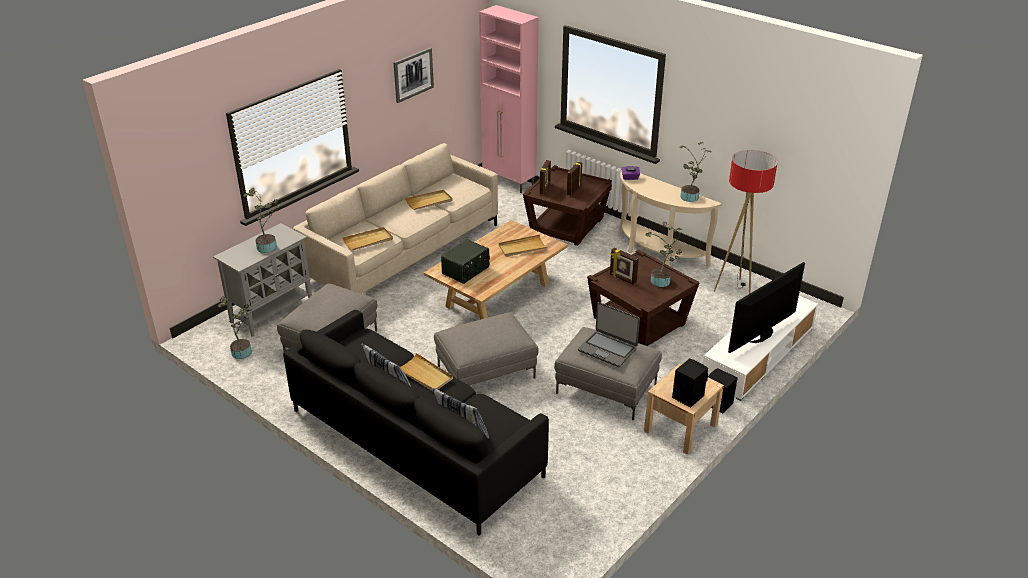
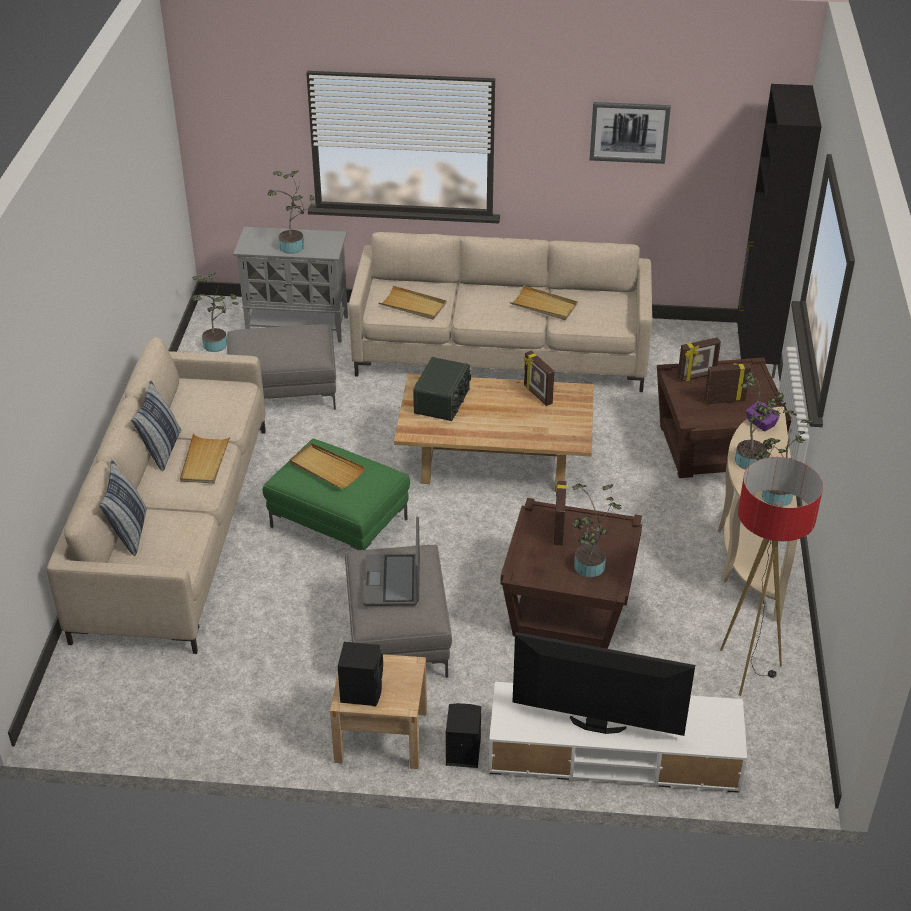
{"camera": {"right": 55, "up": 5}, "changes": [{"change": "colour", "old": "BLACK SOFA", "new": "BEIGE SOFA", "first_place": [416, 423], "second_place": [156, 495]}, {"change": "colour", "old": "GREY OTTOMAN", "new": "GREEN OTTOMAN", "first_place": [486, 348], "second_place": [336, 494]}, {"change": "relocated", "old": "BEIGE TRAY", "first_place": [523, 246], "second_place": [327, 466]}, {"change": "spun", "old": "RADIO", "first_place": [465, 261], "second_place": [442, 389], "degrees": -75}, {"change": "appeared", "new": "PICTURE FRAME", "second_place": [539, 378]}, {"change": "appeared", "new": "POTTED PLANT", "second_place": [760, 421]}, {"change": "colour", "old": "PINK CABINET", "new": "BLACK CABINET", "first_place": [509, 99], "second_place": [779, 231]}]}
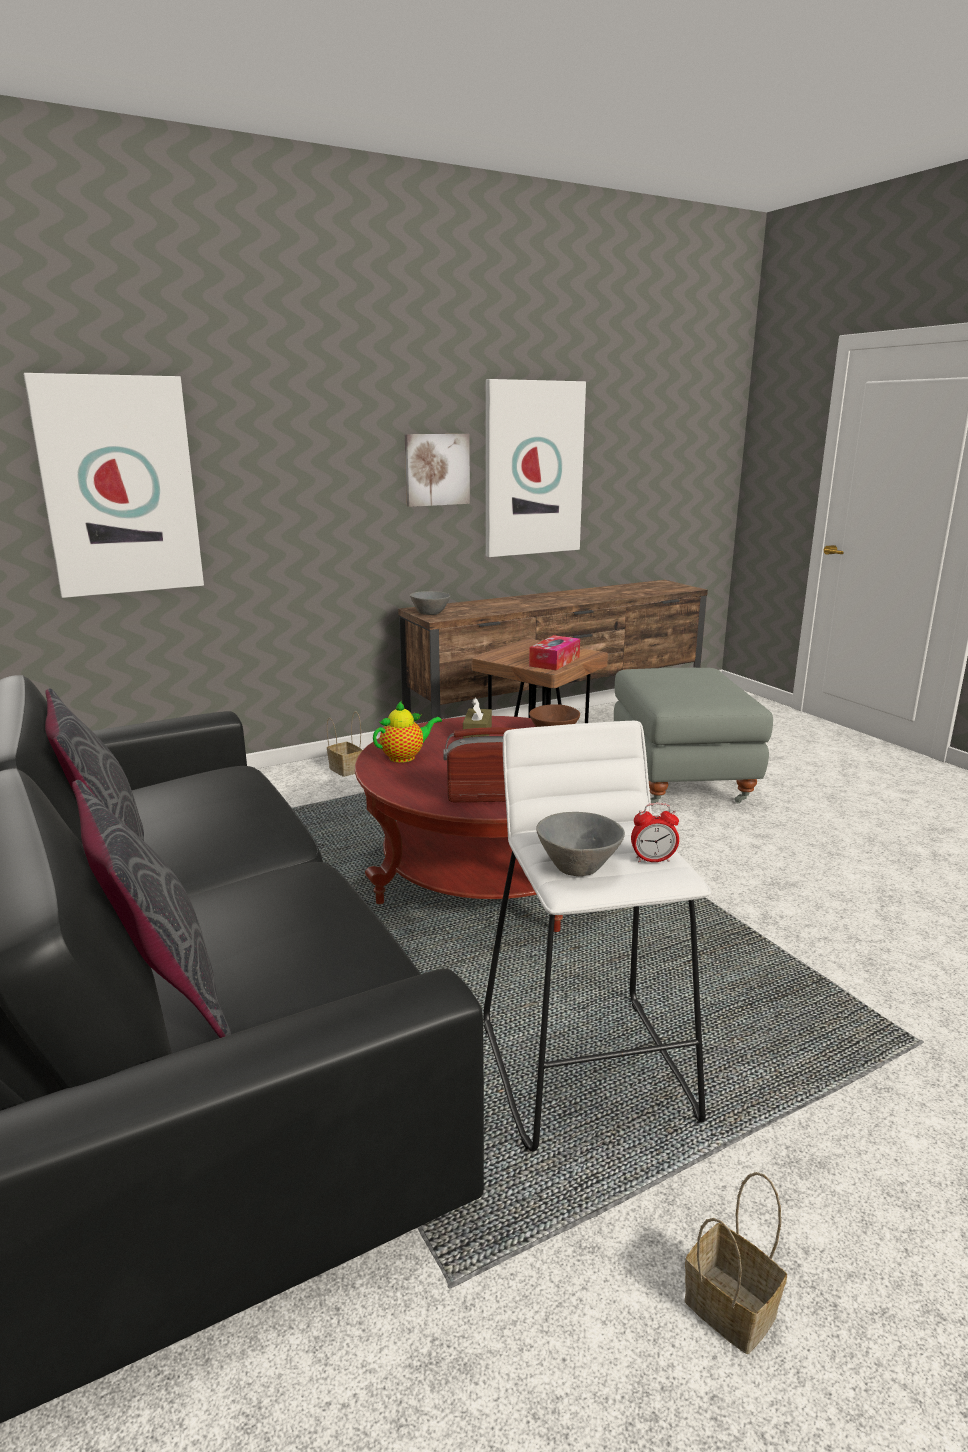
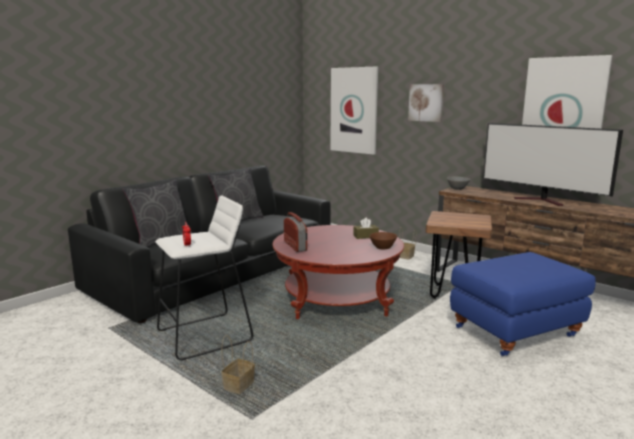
{"camera": {"right": 70, "up": -5}, "changes": [{"change": "relocated", "old": "BASKET", "first_place": [736, 1263], "second_place": [238, 364]}, {"change": "relocated", "old": "PICTURE", "first_place": [437, 470], "second_place": [426, 103]}, {"change": "colour", "old": "GREY OTTOMAN", "new": "BLUE OTTOMAN", "first_place": [693, 737], "second_place": [523, 304]}, {"change": "appeared", "new": "TELEVISION", "second_place": [553, 164]}, {"change": "missing", "old": "TEAPOT", "first_place": [407, 732]}, {"change": "missing", "old": "TISSUE BOX", "first_place": [554, 652]}, {"change": "missing", "old": "GREY BOWL", "first_place": [580, 844]}]}
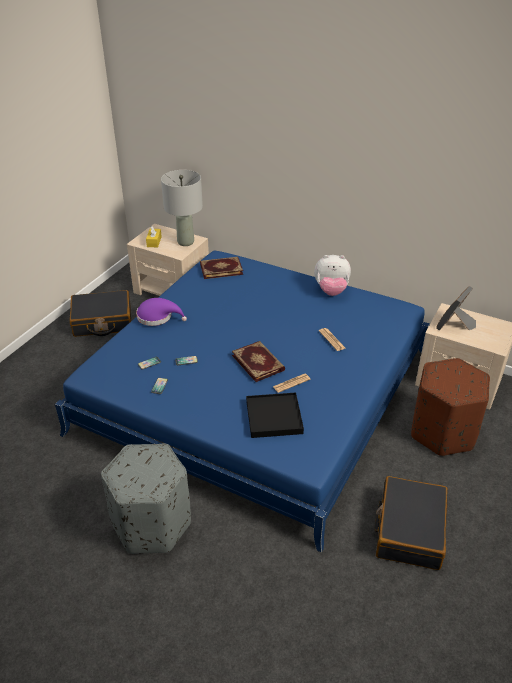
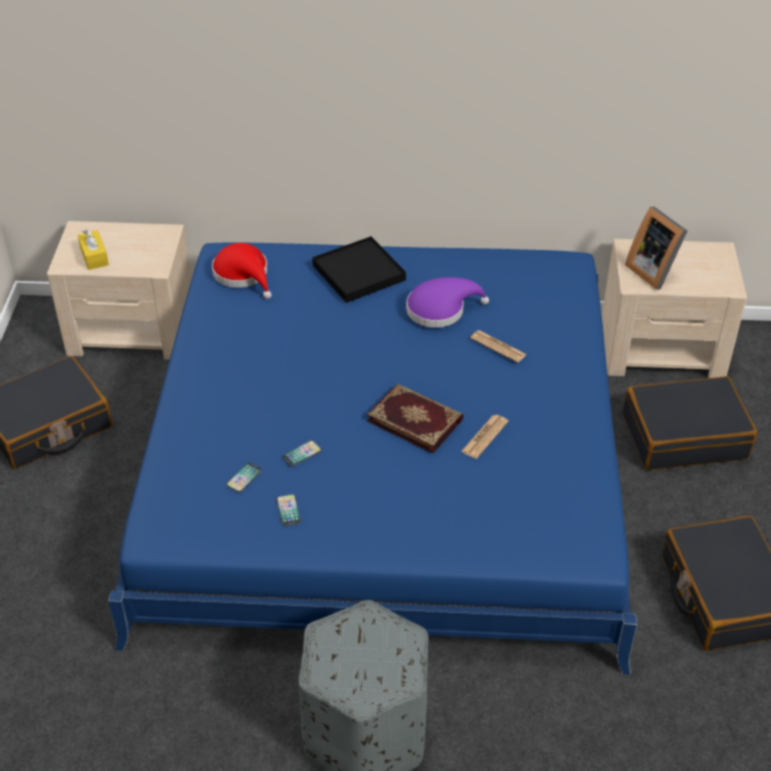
{"camera": {"right": -25, "up": 5}, "changes": [{"change": "exchanged", "old": "BOOK", "new": "RED HAT", "first_place": [221, 268], "second_place": [242, 271]}, {"change": "relocated", "old": "BLACK TRAY", "first_place": [275, 415], "second_place": [359, 269]}, {"change": "relocated", "old": "PURPLE HAT", "first_place": [161, 312], "second_place": [447, 302]}, {"change": "exchanged", "old": "BROWN OTTOMAN", "new": "BLACK SUITCASE", "first_place": [450, 407], "second_place": [690, 423]}, {"change": "spun", "old": "PICTURE FRAME", "first_place": [456, 308], "second_place": [656, 248], "degrees": -45}, {"change": "missing", "old": "GREY TABLE LAMP", "first_place": [182, 208]}, {"change": "missing", "old": "PLUSH TOY", "first_place": [332, 275]}]}
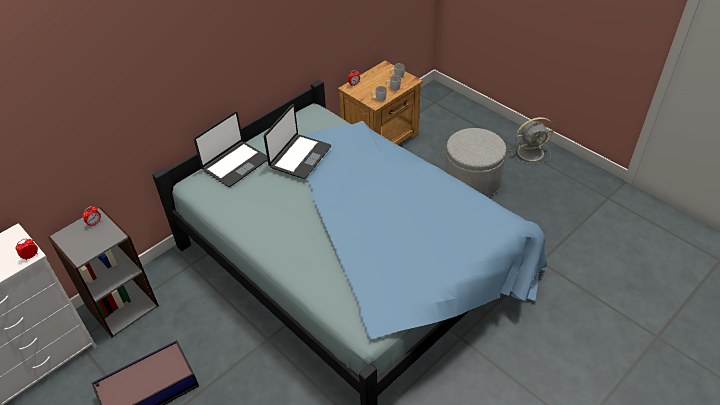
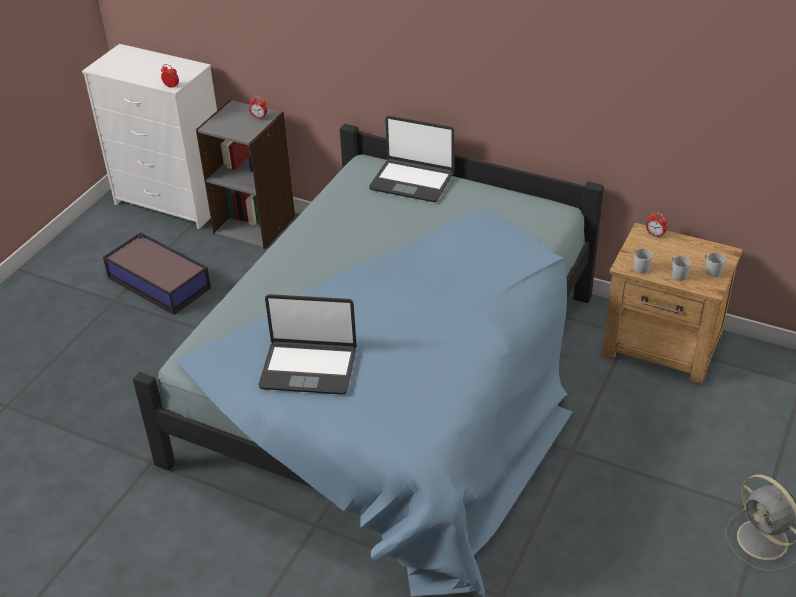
{"camera": {"right": 70, "up": -5}, "changes": [{"change": "relocated", "old": "LAPTOP", "first_place": [297, 141], "second_place": [307, 344]}, {"change": "missing", "old": "GREY OTTOMAN", "first_place": [475, 162]}]}
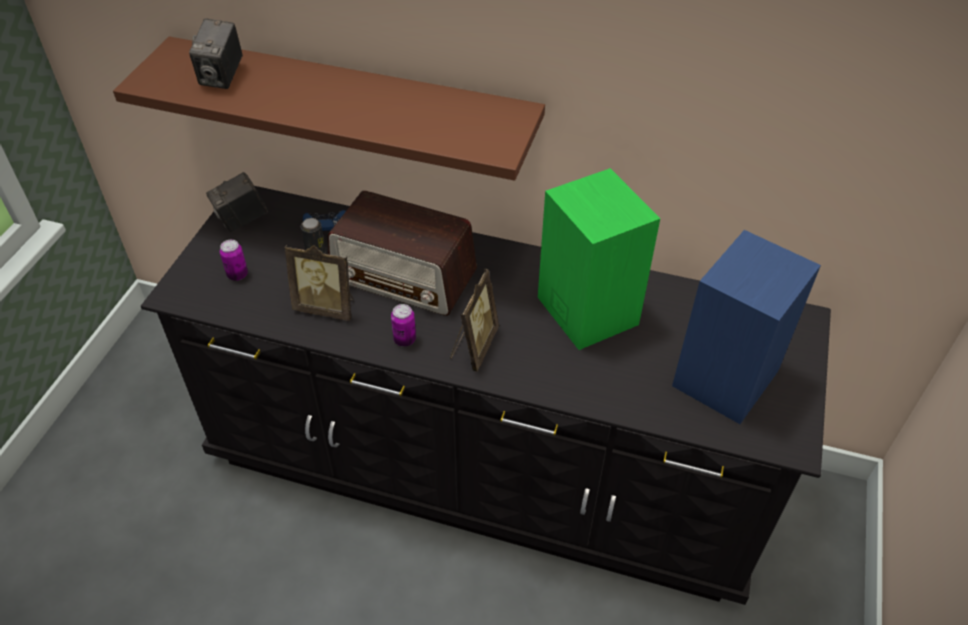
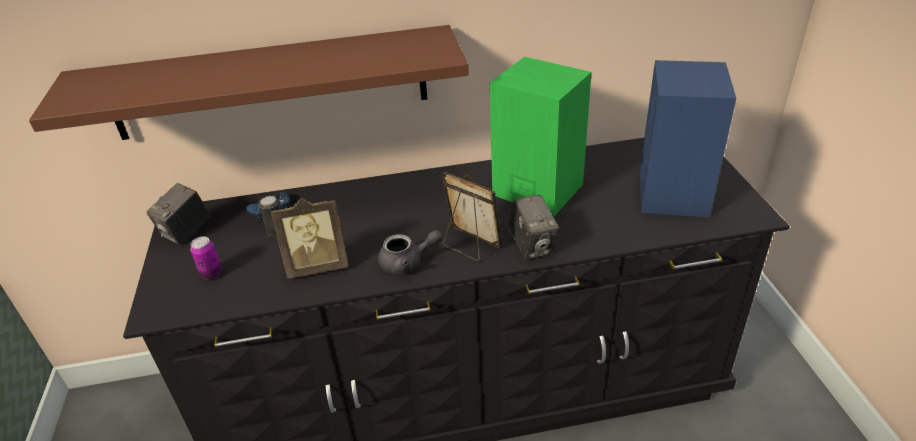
{"camera": {"right": -25, "up": -10}, "changes": [{"change": "exchanged", "old": "CAN", "new": "GREY TEAPOT", "first_place": [403, 325], "second_place": [410, 252]}, {"change": "spun", "old": "PICTURE FRAME", "first_place": [474, 320], "second_place": [472, 216], "degrees": -45}, {"change": "relocated", "old": "PHOTO CAMERA", "first_place": [216, 53], "second_place": [533, 227]}, {"change": "missing", "old": "RADIO", "first_place": [402, 253]}]}
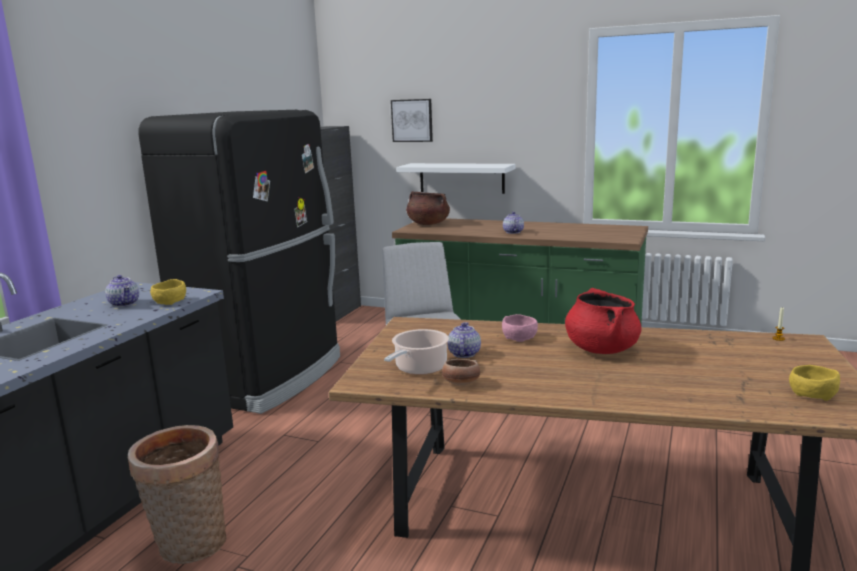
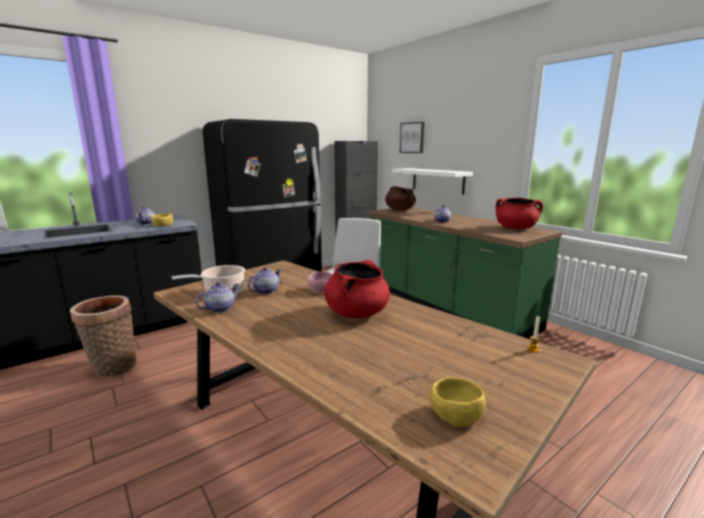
{"camera": {"right": 30, "up": 0}, "changes": [{"change": "exchanged", "old": "BOWL", "new": "TEAPOT", "first_place": [461, 372], "second_place": [217, 297]}, {"change": "appeared", "new": "RED COOKING POT", "second_place": [519, 213]}]}
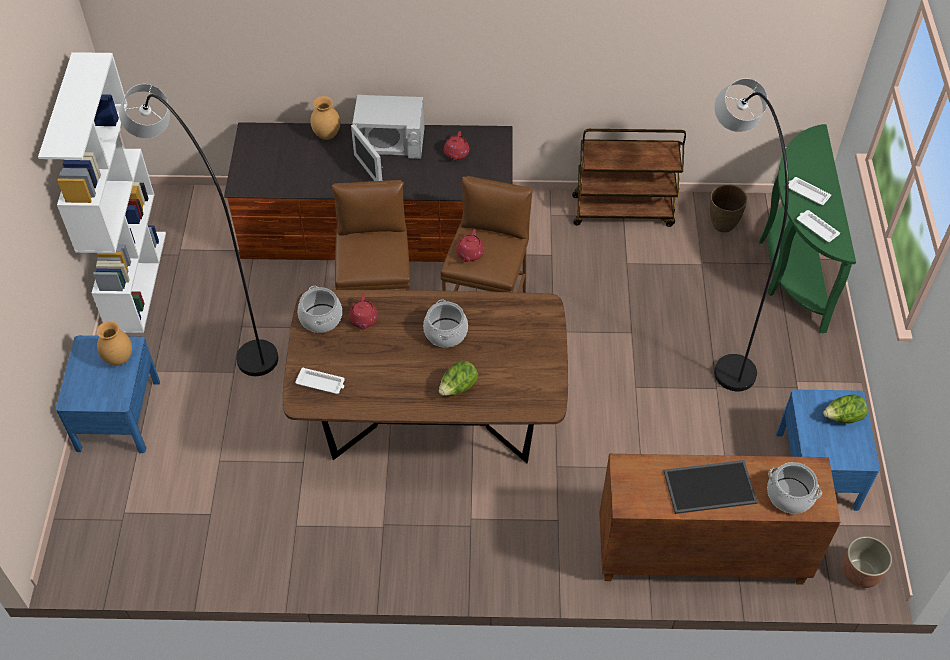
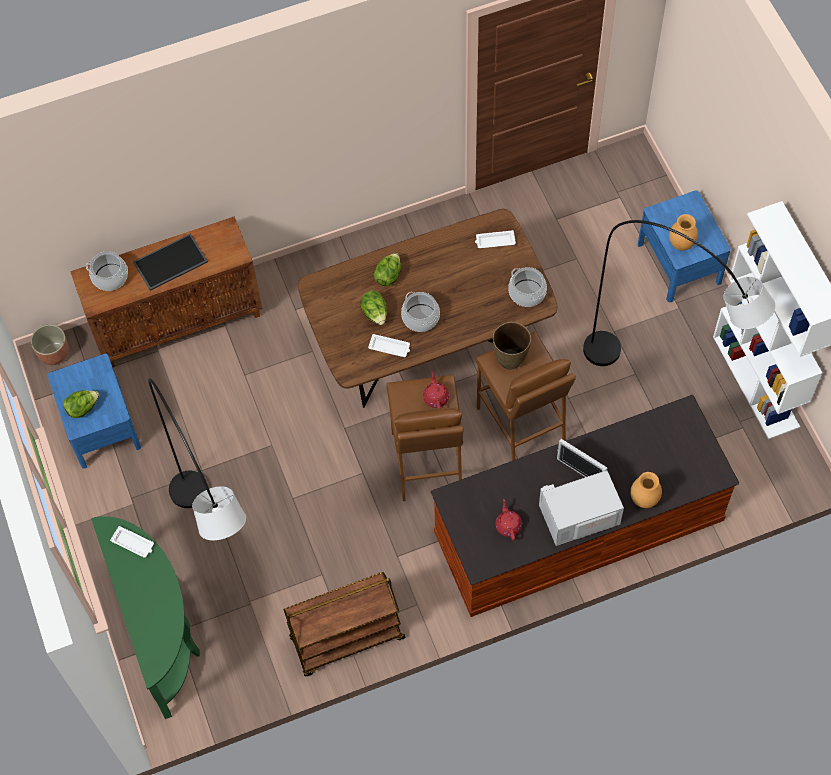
{"camera": {"right": 160, "up": 10}, "changes": [{"change": "appeared", "new": "LETTUCE", "second_place": [373, 307]}, {"change": "relocated", "old": "WHITE TRAY", "first_place": [810, 191], "second_place": [389, 345]}, {"change": "relocated", "old": "BROWN VASE", "first_place": [728, 209], "second_place": [512, 346]}, {"change": "missing", "old": "RED TEAPOT", "first_place": [363, 312]}]}
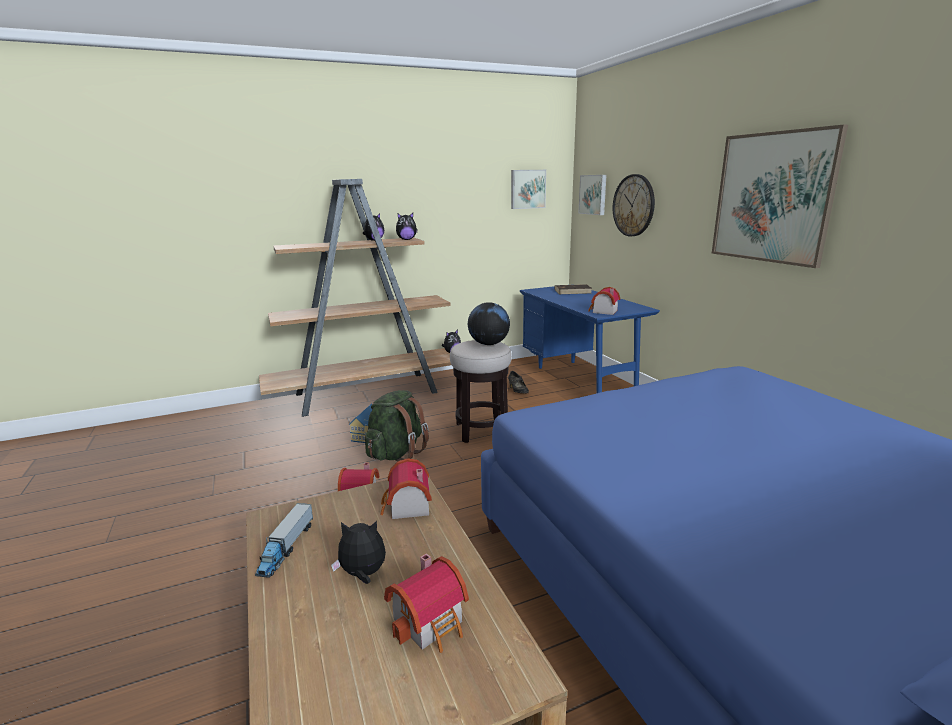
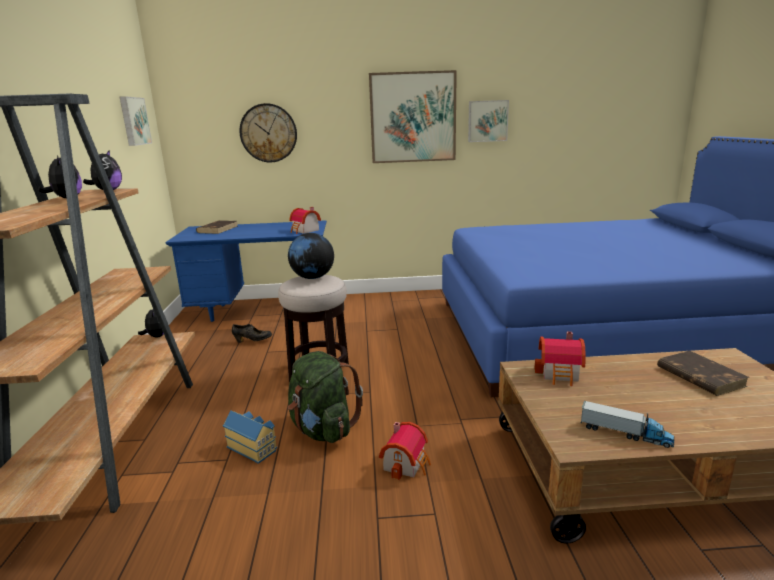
{"camera": {"right": -70, "up": 0}, "changes": [{"change": "relocated", "old": "PICTURE", "first_place": [592, 195], "second_place": [488, 121]}, {"change": "exchanged", "old": "TOY HOUSE", "new": "BROWN BOOK", "first_place": [426, 603], "second_place": [703, 373]}, {"change": "missing", "old": "PLUSH TOY", "first_place": [358, 552]}]}
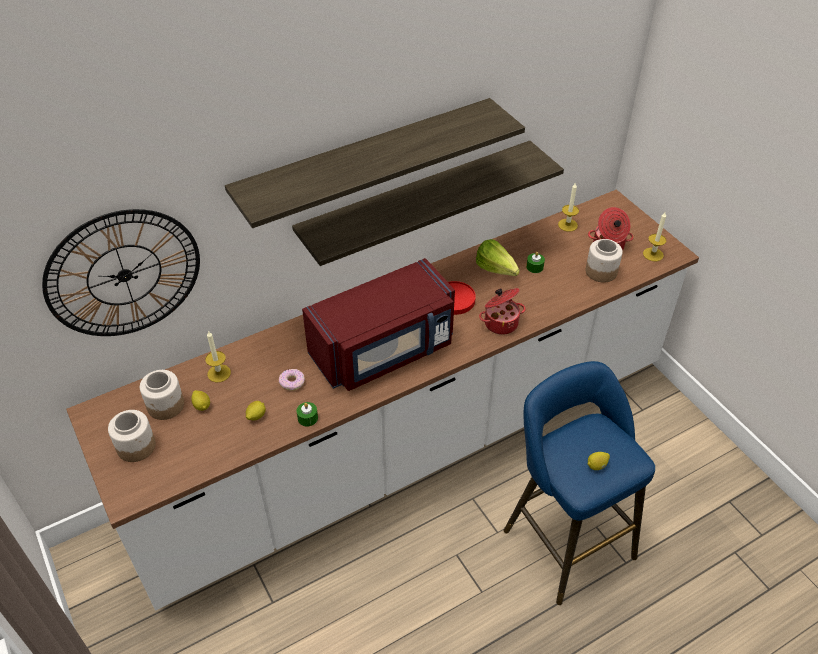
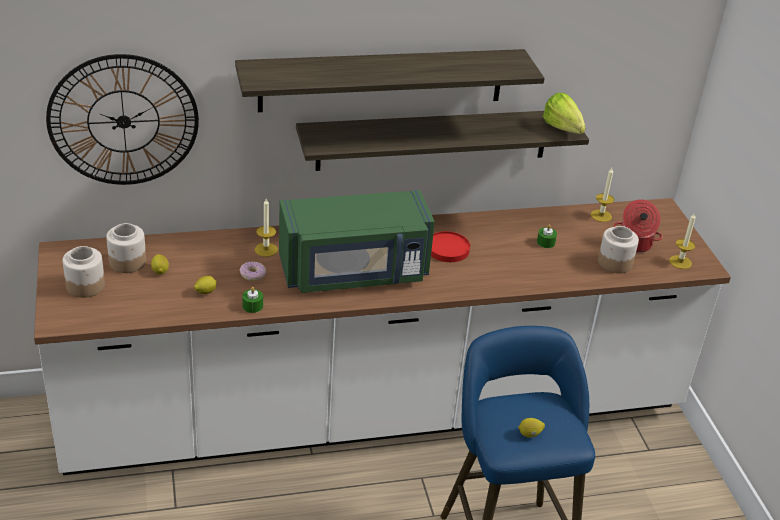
{"camera": {"right": 15, "up": -10}, "changes": [{"change": "relocated", "old": "CANDLE", "first_place": [218, 356], "second_place": [266, 228]}, {"change": "colour", "old": "RED MICROWAVE", "new": "GREEN MICROWAVE", "first_place": [378, 324], "second_place": [357, 241]}, {"change": "relocated", "old": "LETTUCE", "first_place": [498, 257], "second_place": [564, 113]}, {"change": "missing", "old": "COOKING POT", "first_place": [502, 311]}]}
